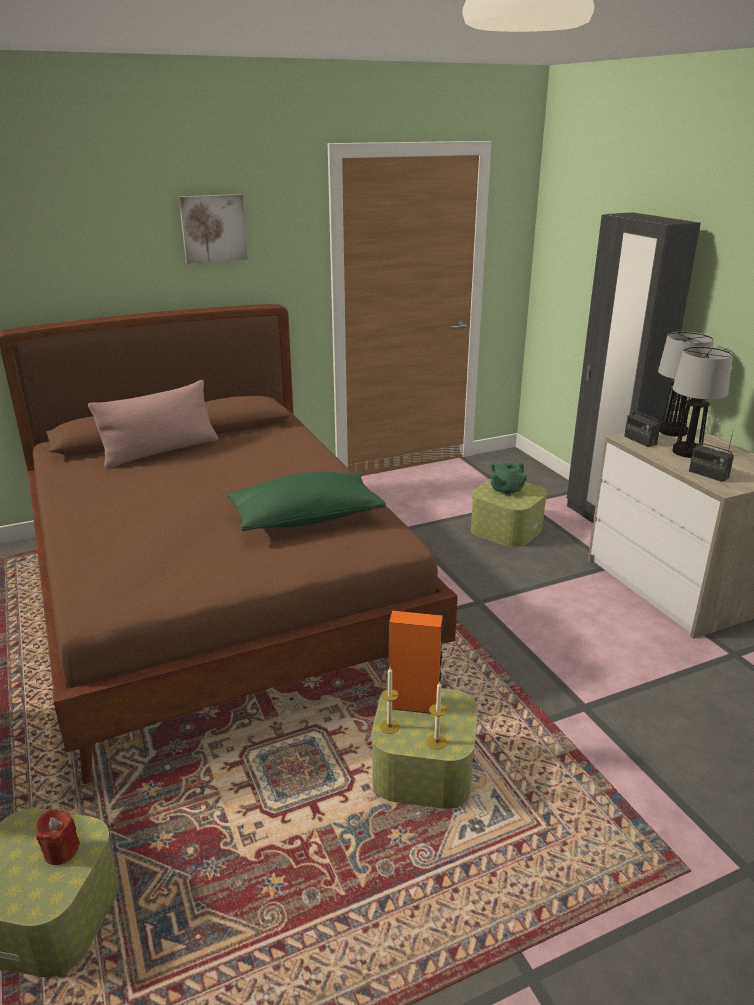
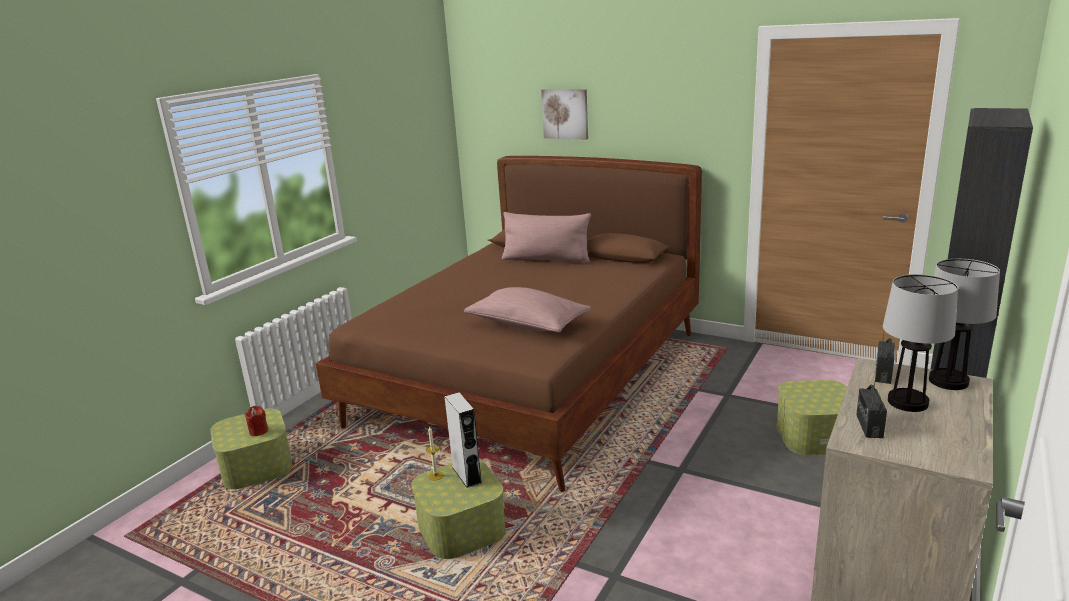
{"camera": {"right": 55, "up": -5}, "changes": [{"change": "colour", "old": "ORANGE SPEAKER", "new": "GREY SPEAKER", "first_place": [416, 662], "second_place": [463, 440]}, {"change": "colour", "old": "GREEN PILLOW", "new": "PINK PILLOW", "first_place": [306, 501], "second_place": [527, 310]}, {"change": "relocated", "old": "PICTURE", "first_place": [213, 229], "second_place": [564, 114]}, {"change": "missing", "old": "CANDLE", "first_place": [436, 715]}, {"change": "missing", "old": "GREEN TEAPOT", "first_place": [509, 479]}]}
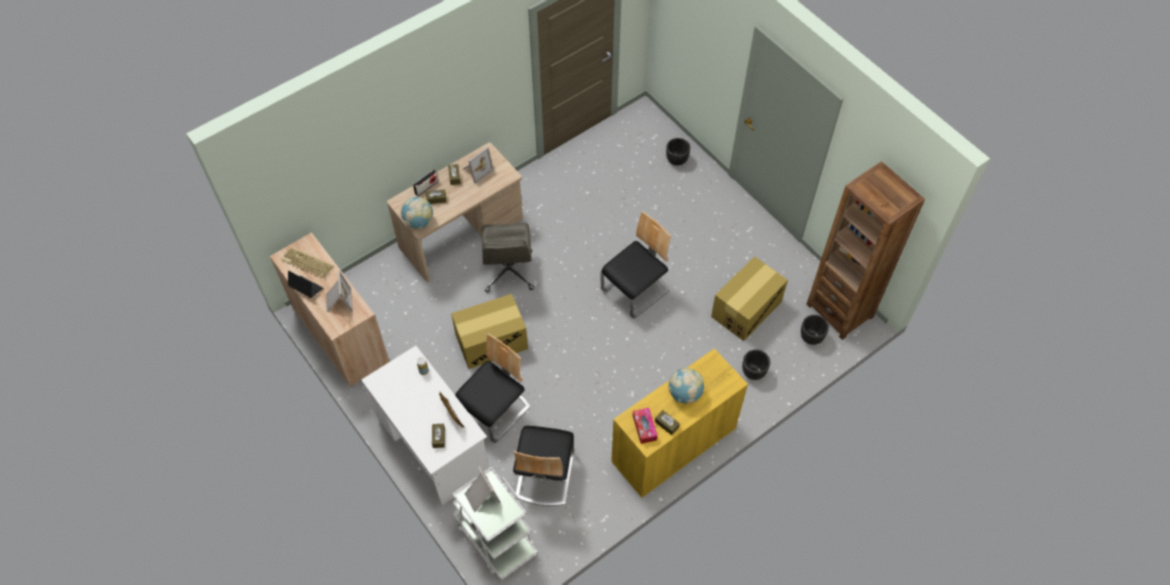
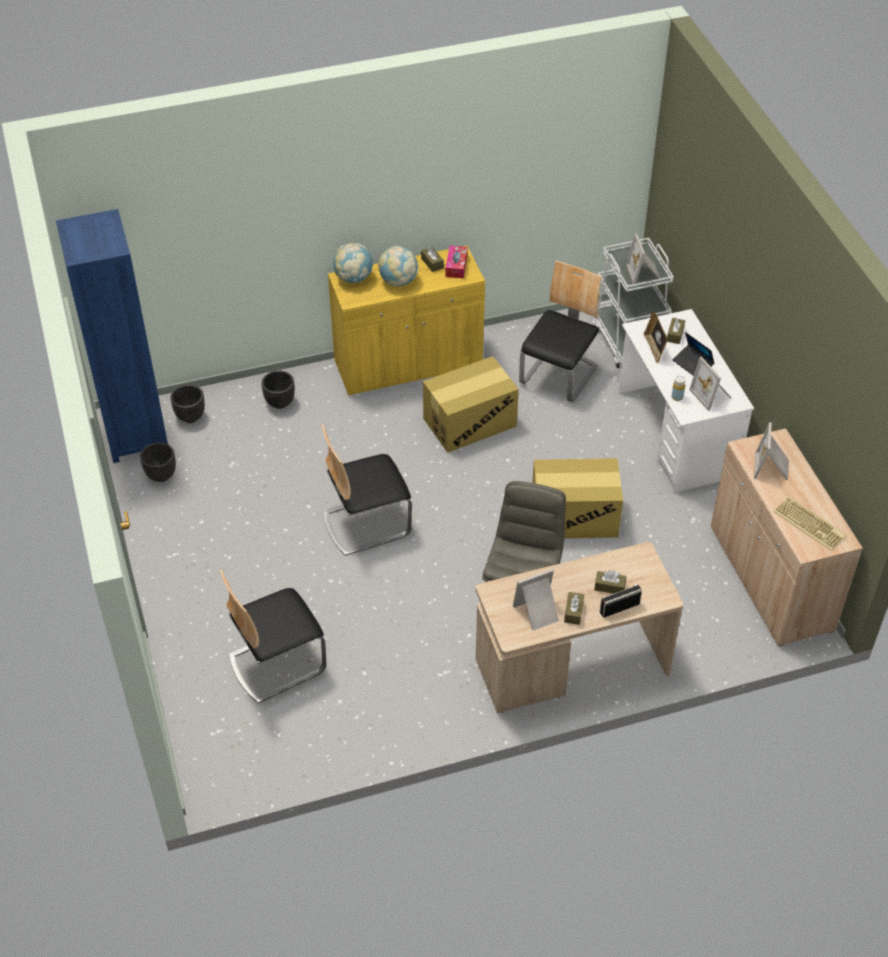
{"camera": {"right": -160, "up": -10}, "changes": [{"change": "colour", "old": "BROWN BOOKCASE", "new": "BLUE BOOKCASE", "first_place": [865, 250], "second_place": [112, 336]}, {"change": "relocated", "old": "BLACK PLANTER", "first_place": [678, 152], "second_place": [158, 462]}, {"change": "relocated", "old": "CHAIR", "first_place": [493, 388], "second_place": [273, 636]}, {"change": "relocated", "old": "GLOBE", "first_place": [417, 212], "second_place": [353, 263]}, {"change": "relocated", "old": "CARDBOARD BOX", "first_place": [749, 298], "second_place": [471, 404]}, {"change": "relocated", "old": "LAPTOP", "first_place": [305, 284], "second_place": [694, 354]}, {"change": "appeared", "new": "PICTURE FRAME", "second_place": [710, 384]}]}
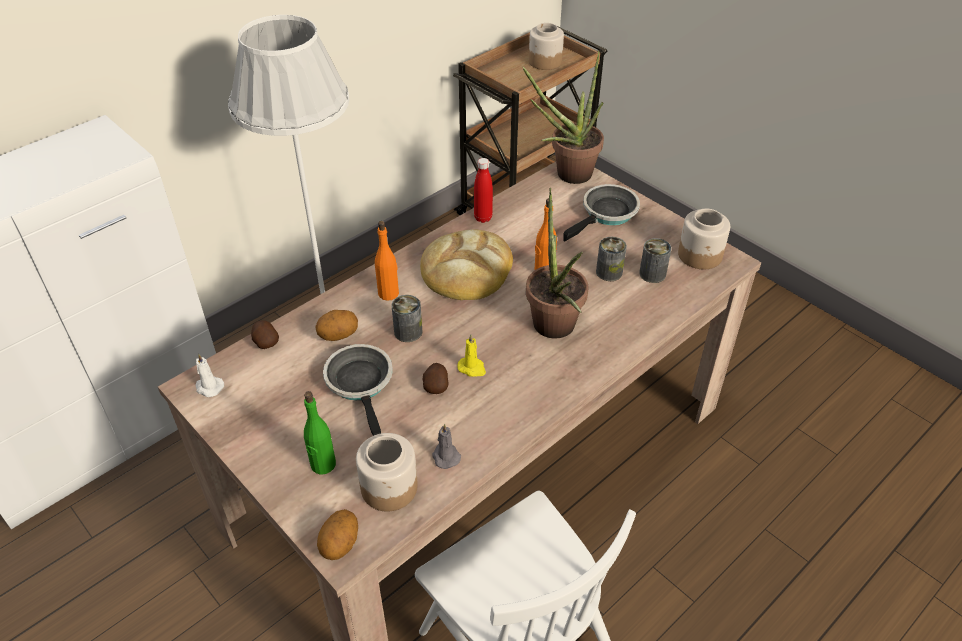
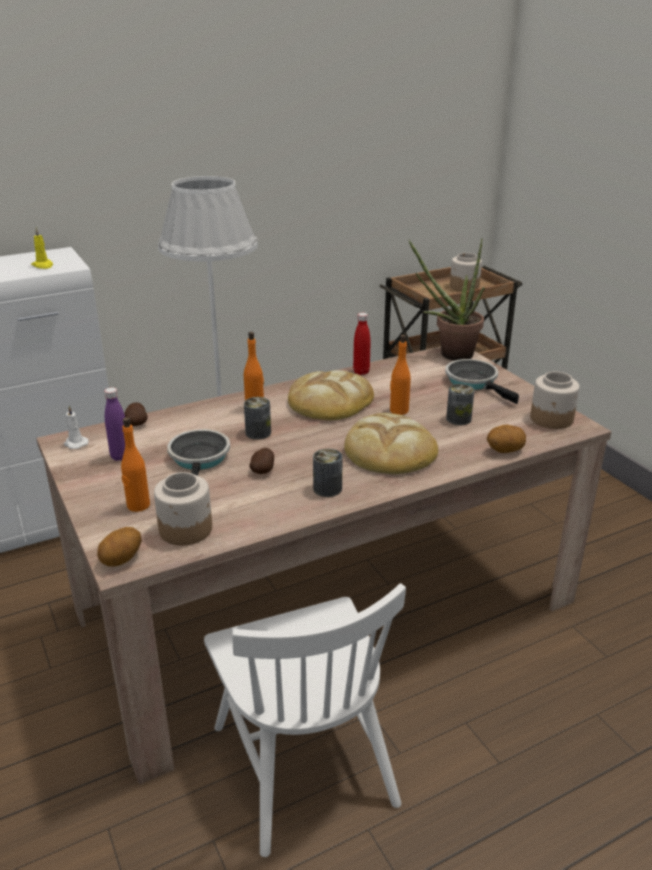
{"camera": {"right": 15, "up": -15}, "changes": [{"change": "relocated", "old": "YELLOW CANDLE", "first_place": [471, 355], "second_place": [42, 248]}, {"change": "appeared", "new": "PURPLE BOTTLE", "second_place": [114, 424]}, {"change": "colour", "old": "GREEN BOTTLE", "new": "ORANGE BOTTLE", "first_place": [320, 433], "second_place": [135, 464]}, {"change": "relocated", "old": "CAN", "first_place": [655, 260], "second_place": [328, 473]}, {"change": "exchanged", "old": "POTTED PLANT", "new": "BREAD", "first_place": [557, 263], "second_place": [391, 443]}, {"change": "spun", "old": "FRYING PAN", "first_place": [601, 213], "second_place": [482, 381], "degrees": -90}, {"change": "relocated", "old": "POTATO", "first_place": [337, 325], "second_place": [506, 439]}, {"change": "missing", "old": "GREY CANDLE", "first_place": [446, 446]}]}
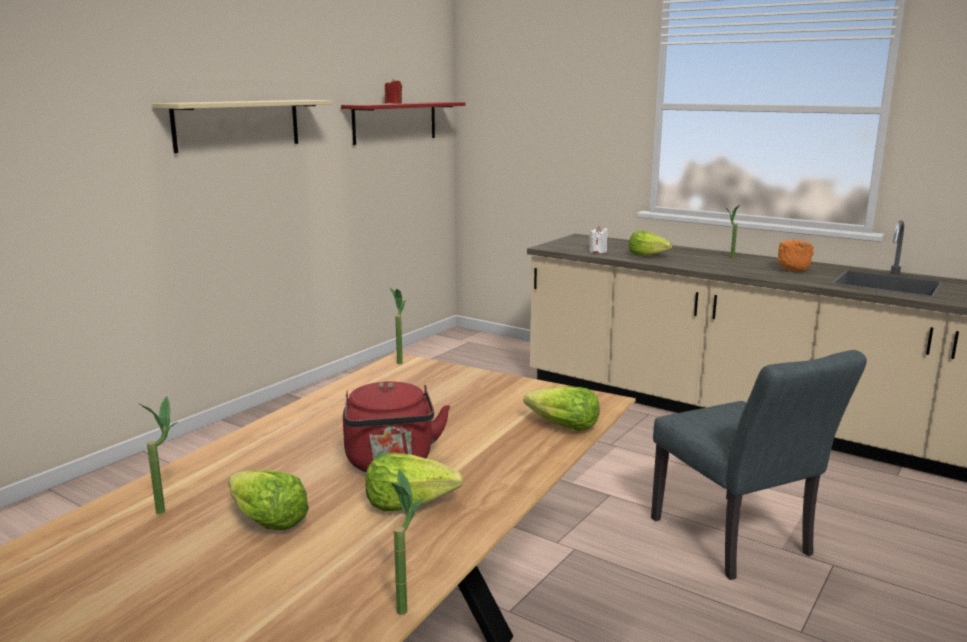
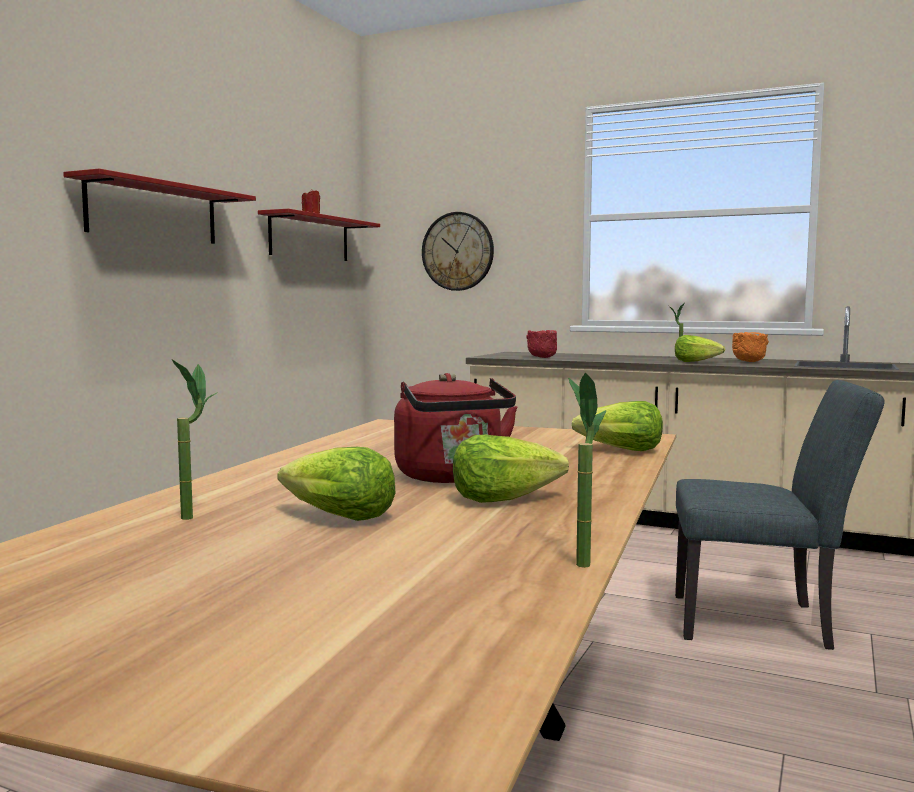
{"camera": {"right": -10, "up": -10}, "changes": [{"change": "colour", "old": "BEIGE SHELF", "new": "RED SHELF", "first_place": [242, 126], "second_place": [159, 206]}, {"change": "appeared", "new": "WALL CLOCK", "second_place": [458, 251]}, {"change": "exchanged", "old": "WHITE CANDLE", "new": "RED BOWL", "first_place": [598, 239], "second_place": [542, 344]}, {"change": "relocated", "old": "LETTUCE", "first_place": [650, 243], "second_place": [700, 348]}, {"change": "spun", "old": "GREY CHAIR", "first_place": [759, 465], "second_place": [780, 515], "degrees": -45}, {"change": "missing", "old": "POTTED PLANT", "first_place": [398, 326]}]}
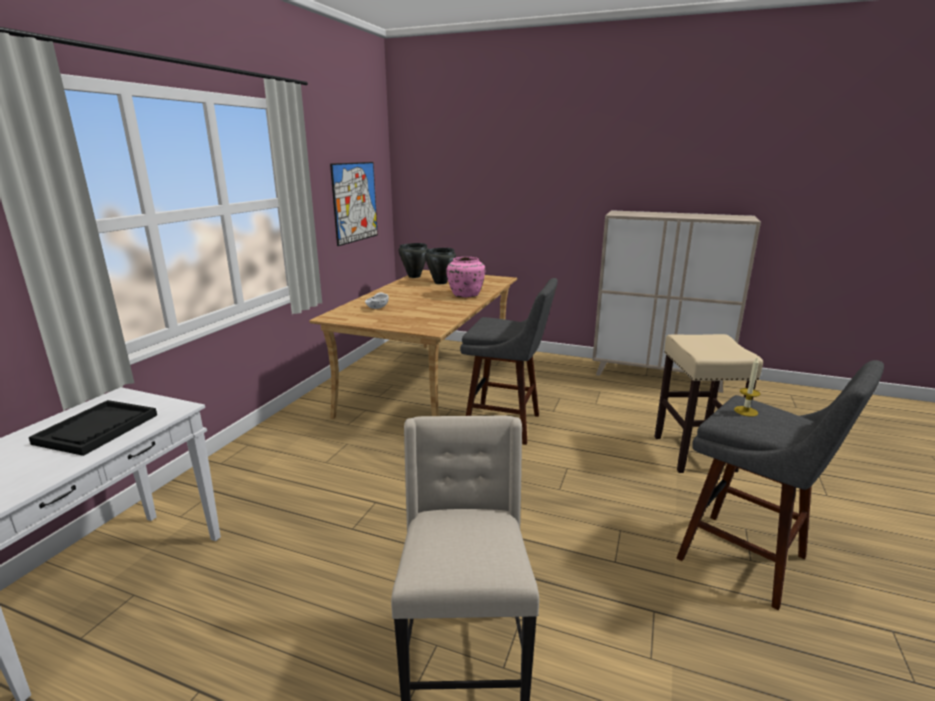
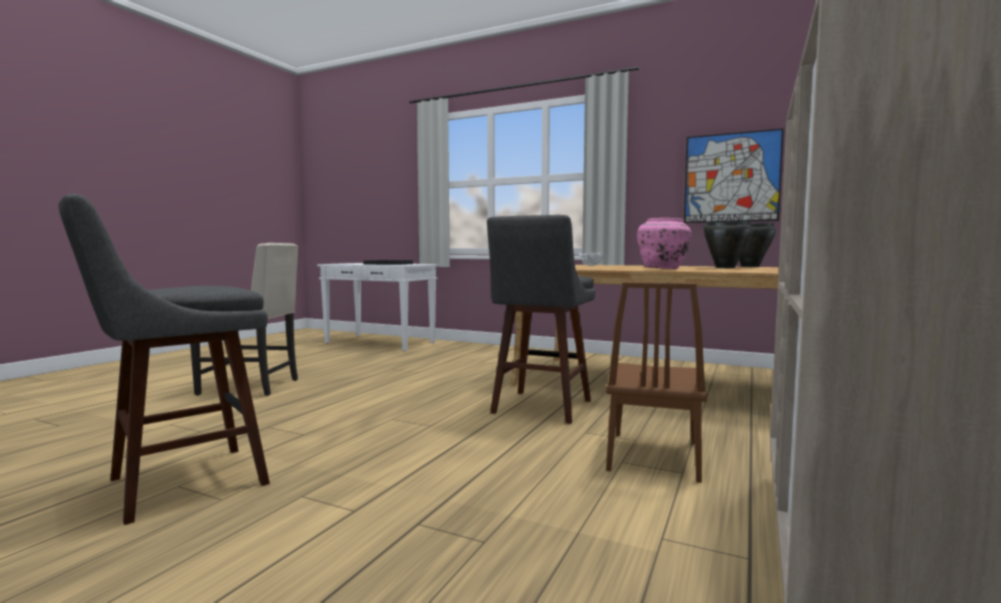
{"camera": {"right": 95, "up": -15}, "changes": [{"change": "appeared", "new": "BROWN CHAIR", "second_place": [656, 382]}, {"change": "missing", "old": "BEIGE STOOL", "first_place": [708, 403]}, {"change": "missing", "old": "CANDLE", "first_place": [747, 387]}]}
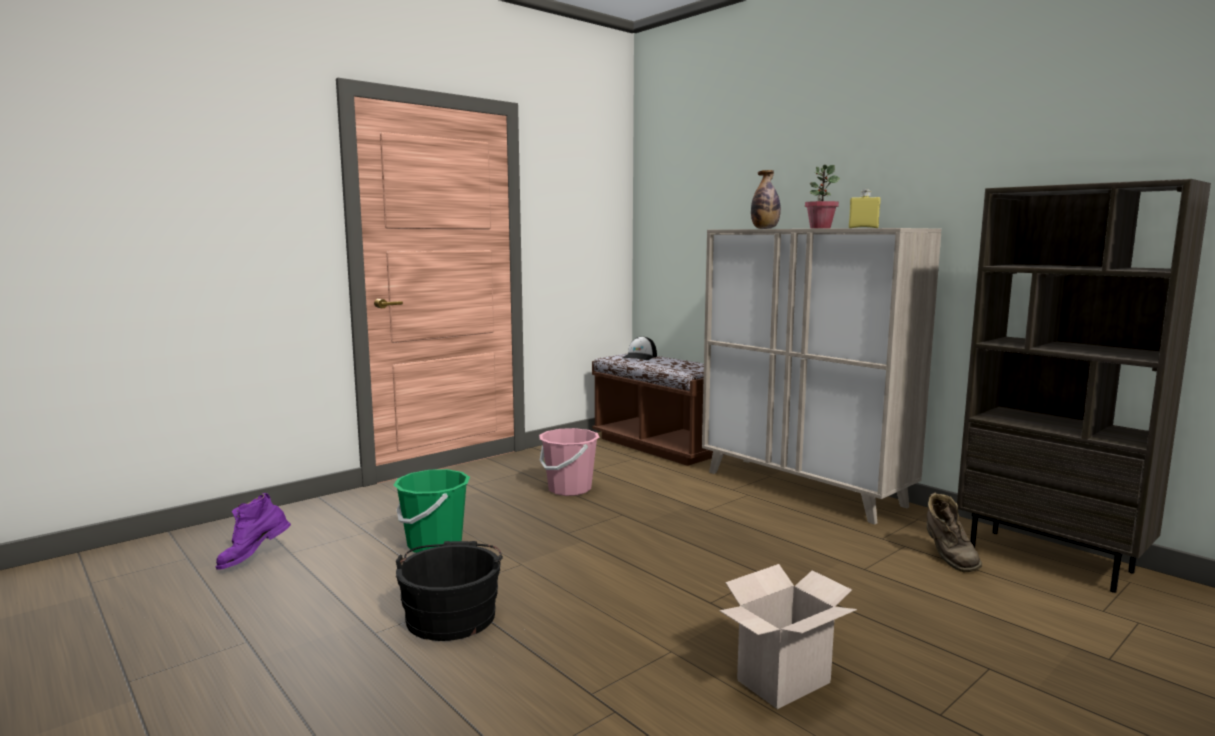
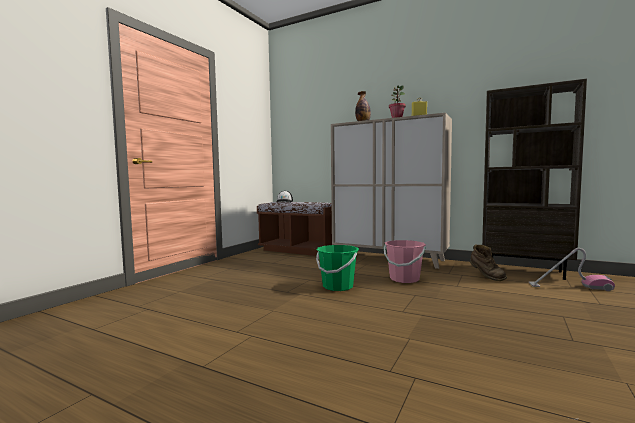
{"camera": {"right": -20, "up": -5}, "changes": [{"change": "relocated", "old": "GREEN BUCKET", "first_place": [432, 511], "second_place": [337, 268]}, {"change": "relocated", "old": "PINK BUCKET", "first_place": [569, 462], "second_place": [405, 261]}, {"change": "appeared", "new": "VACUUM CLEANER", "second_place": [572, 269]}, {"change": "missing", "old": "PURPLE BOOT", "first_place": [253, 531]}, {"change": "missing", "old": "BLACK BUCKET", "first_place": [449, 591]}, {"change": "missing", "old": "CARDBOARD BOX", "first_place": [788, 636]}]}
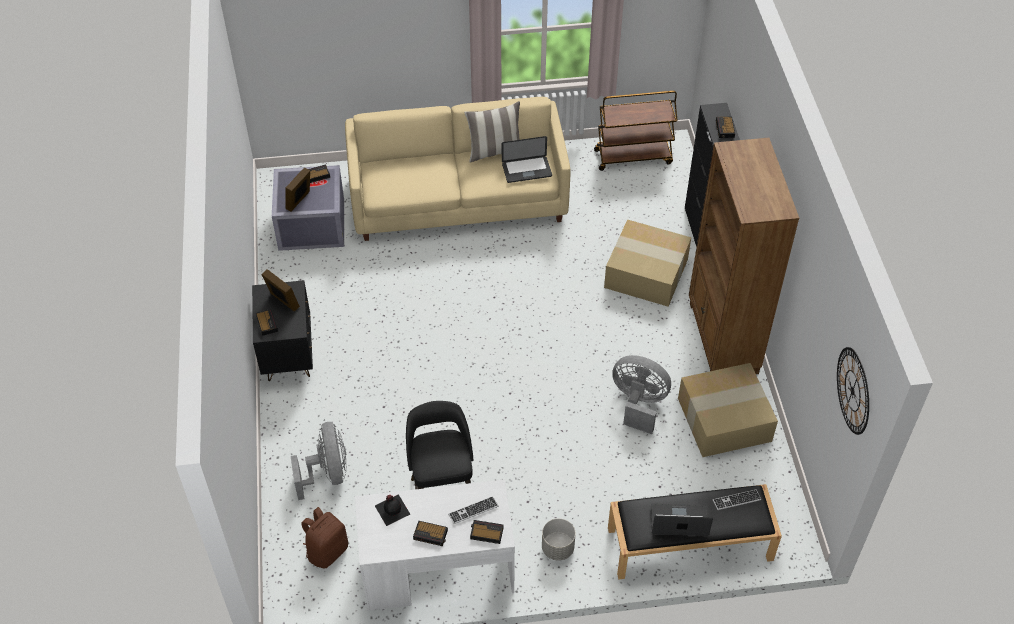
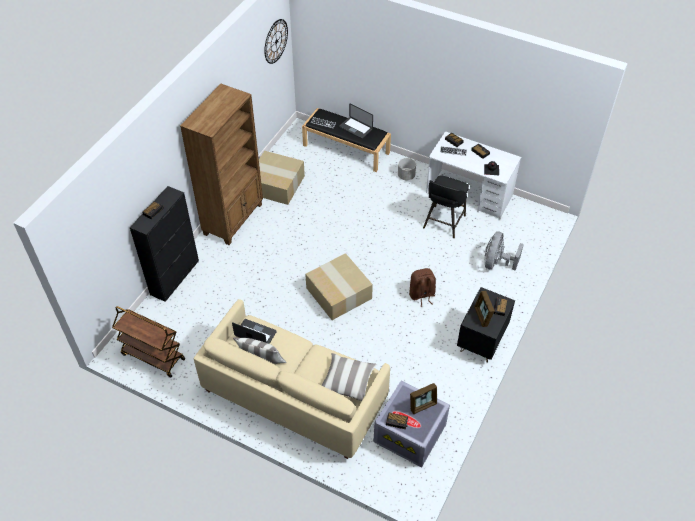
{"camera": {"right": -145, "up": 0}, "changes": [{"change": "relocated", "old": "CARDBOARD BOX", "first_place": [647, 263], "second_place": [339, 286]}, {"change": "appeared", "new": "PILLOW", "second_place": [349, 377]}, {"change": "relocated", "old": "BROWN BACKPACK", "first_place": [324, 537], "second_place": [422, 287]}, {"change": "missing", "old": "GREY FAN", "first_place": [641, 394]}]}
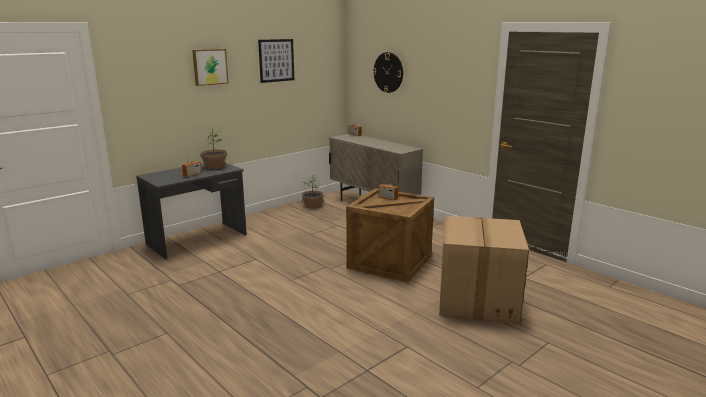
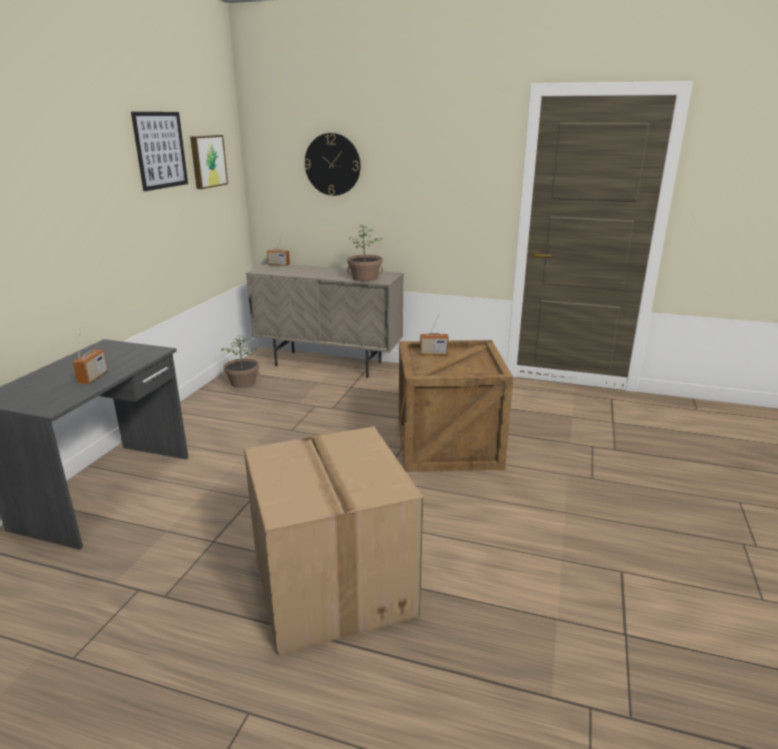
{"camera": {"right": -30, "up": 5}, "changes": [{"change": "relocated", "old": "PICTURE", "first_place": [210, 67], "second_place": [209, 162]}, {"change": "relocated", "old": "CARDBOARD BOX", "first_place": [484, 270], "second_place": [333, 541]}, {"change": "relocated", "old": "POTTED PLANT", "first_place": [213, 148], "second_place": [365, 253]}]}
